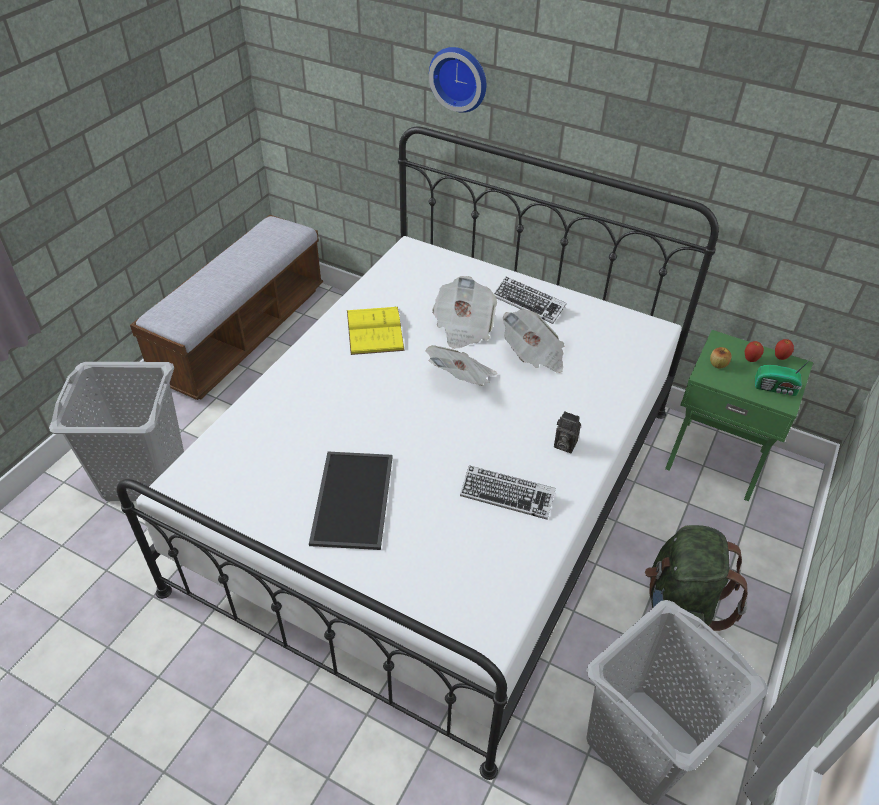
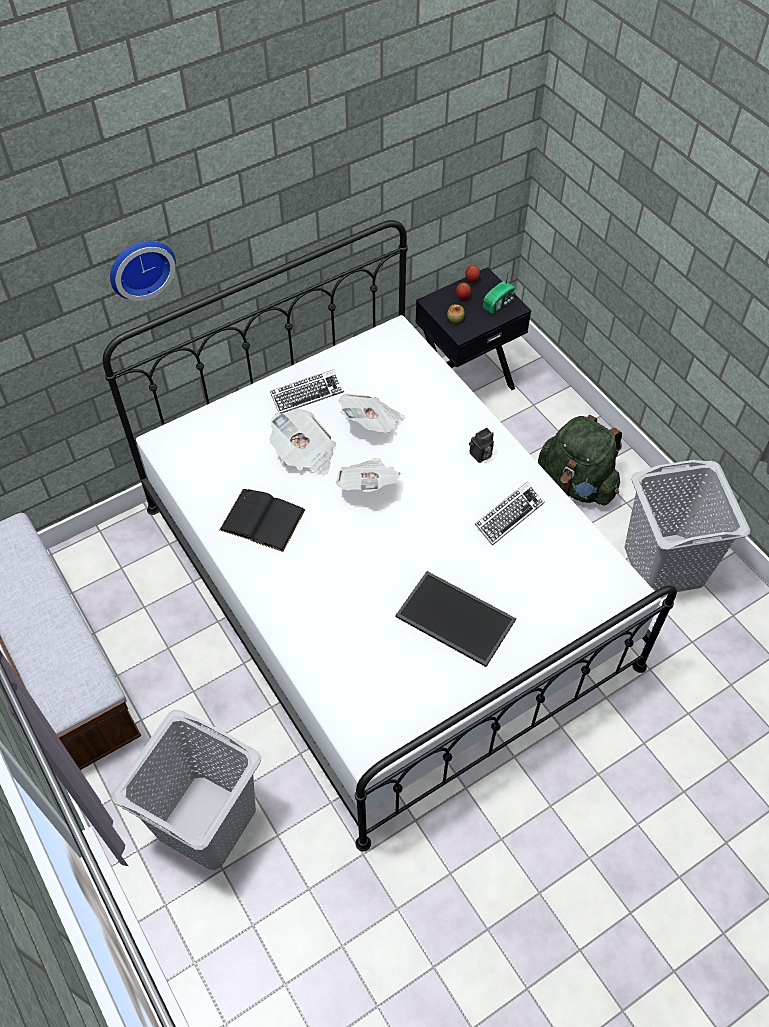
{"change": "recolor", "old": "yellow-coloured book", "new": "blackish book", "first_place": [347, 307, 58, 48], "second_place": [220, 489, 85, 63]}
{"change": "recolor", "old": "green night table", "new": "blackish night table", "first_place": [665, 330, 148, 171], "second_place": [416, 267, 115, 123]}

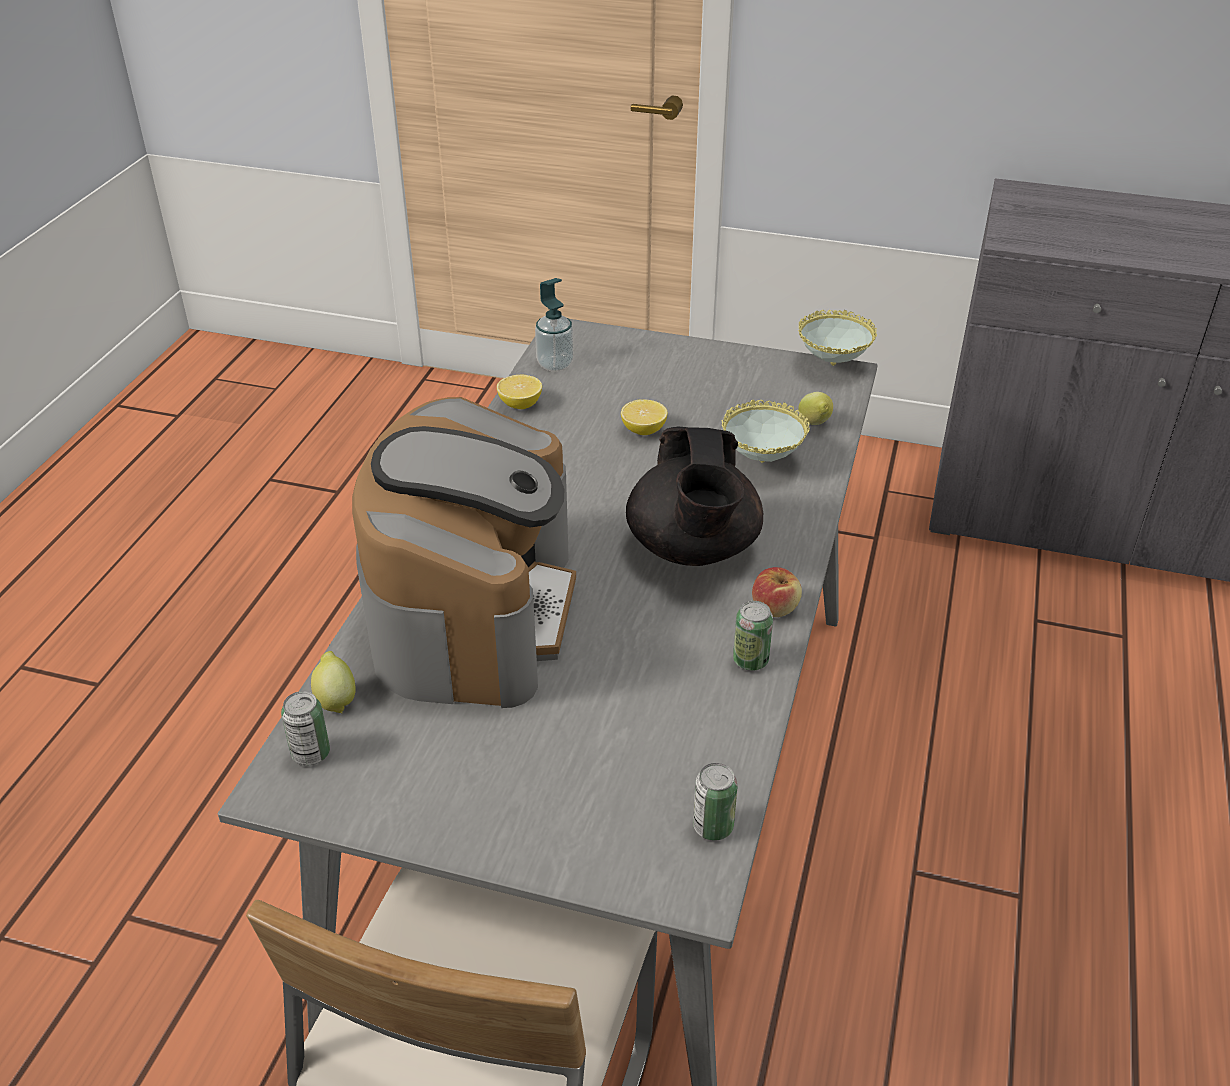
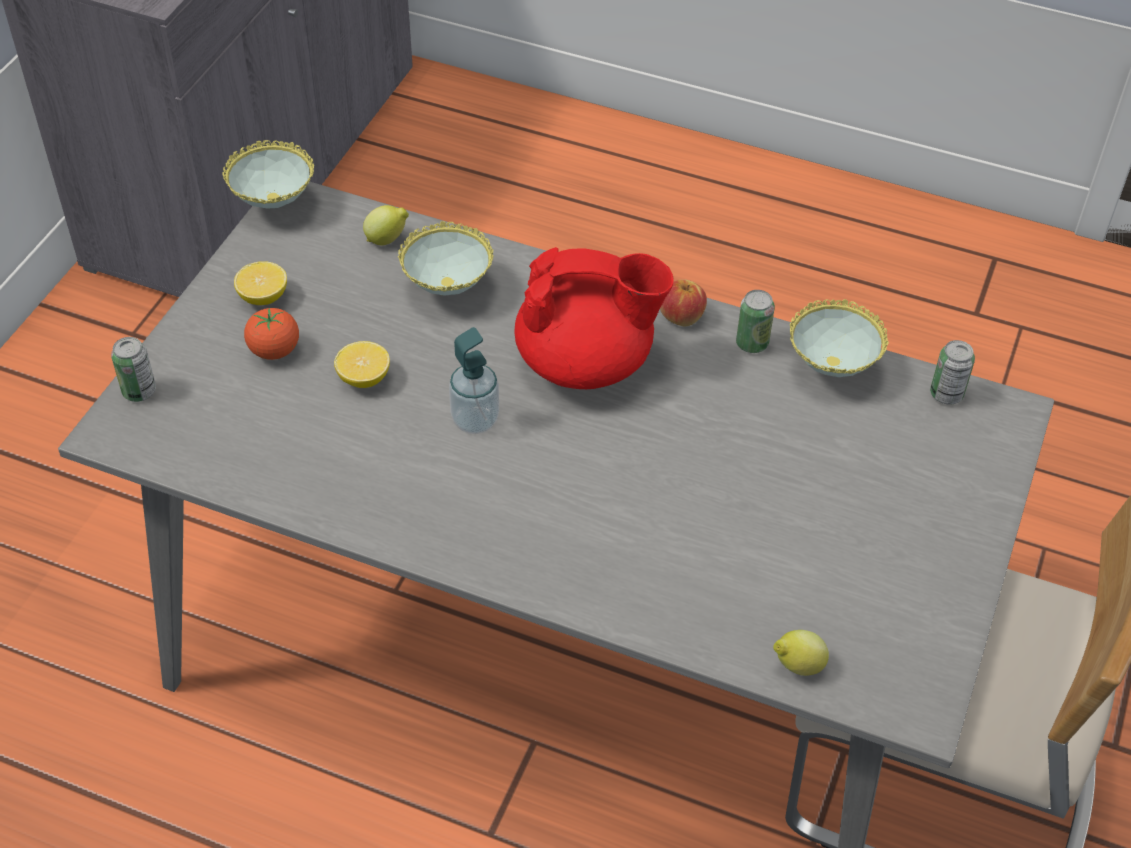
{"change": "move", "old": "can", "first_place": [281, 691, 49, 75], "second_place": [111, 337, 45, 65]}
{"change": "move", "old": "whole lemon", "first_place": [497, 375, 45, 34], "second_place": [234, 261, 53, 44]}
{"change": "insert", "new": "fresh tomato", "second_place": [244, 308, 55, 52]}
{"change": "move", "old": "soap dispenser", "first_place": [535, 278, 39, 94], "second_place": [449, 327, 50, 107]}
{"change": "recolor", "old": "blackish teapot", "new": "reddish teapot", "first_place": [626, 427, 137, 139], "second_place": [514, 247, 159, 142]}
{"change": "insert", "new": "deep dish", "second_place": [790, 299, 99, 78]}
{"change": "delete", "old": "coffee maker", "first_place": [352, 397, 224, 311]}

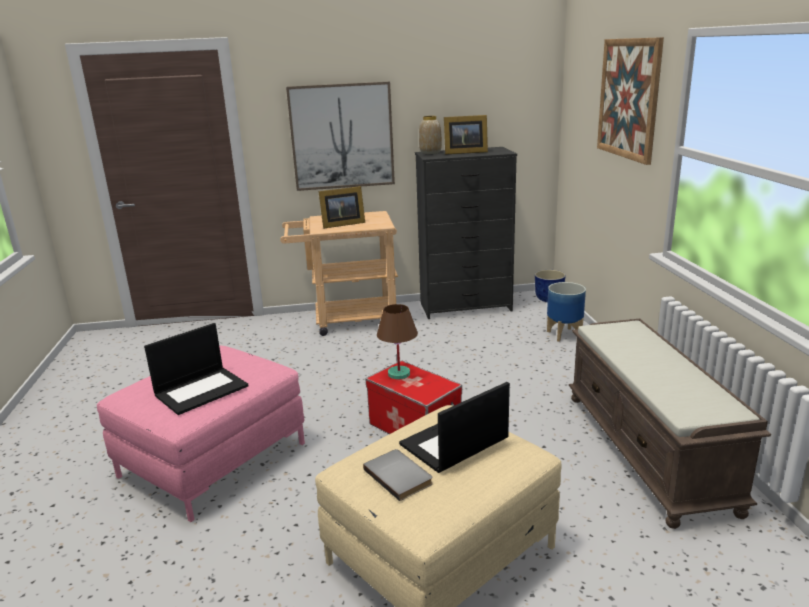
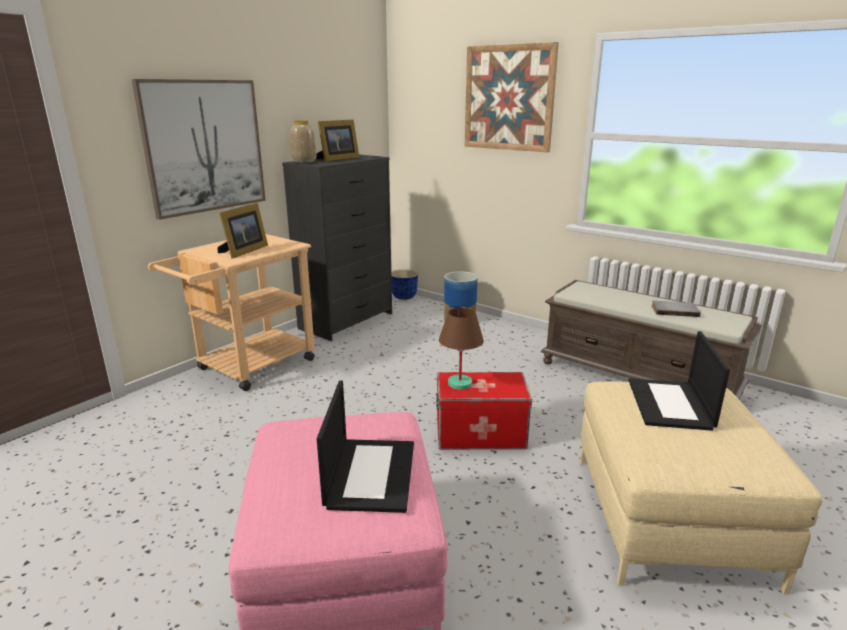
{"change": "move", "old": "grey book", "first_place": [363, 449, 70, 52], "second_place": [651, 301, 50, 16]}

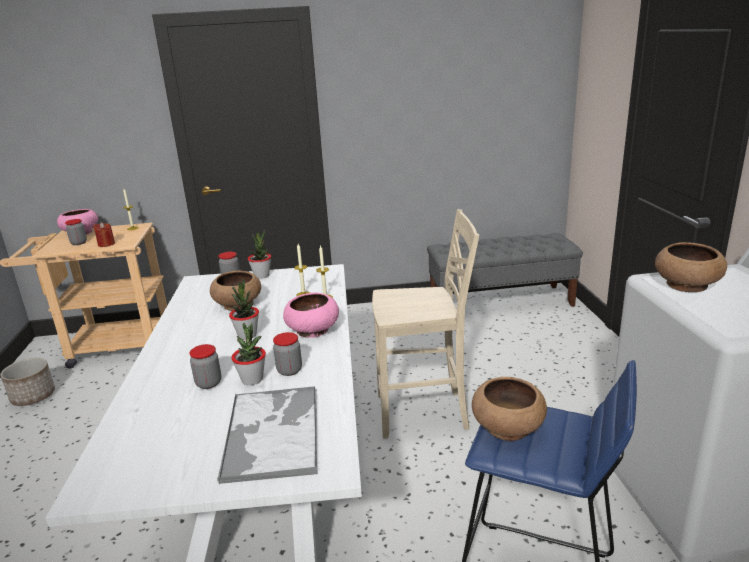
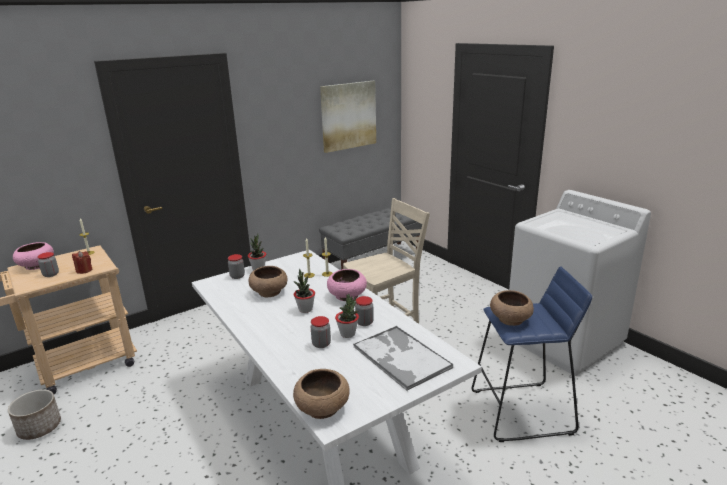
{"change": "move", "old": "brownish deep dish", "first_place": [655, 242, 72, 50], "second_place": [293, 369, 57, 50]}
{"change": "insert", "new": "wall picture", "second_place": [320, 81, 56, 72]}

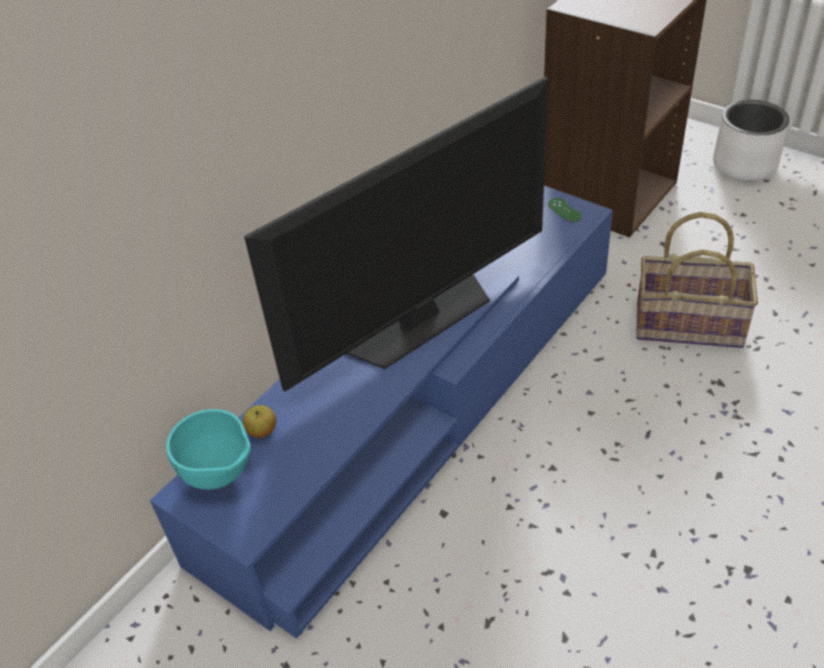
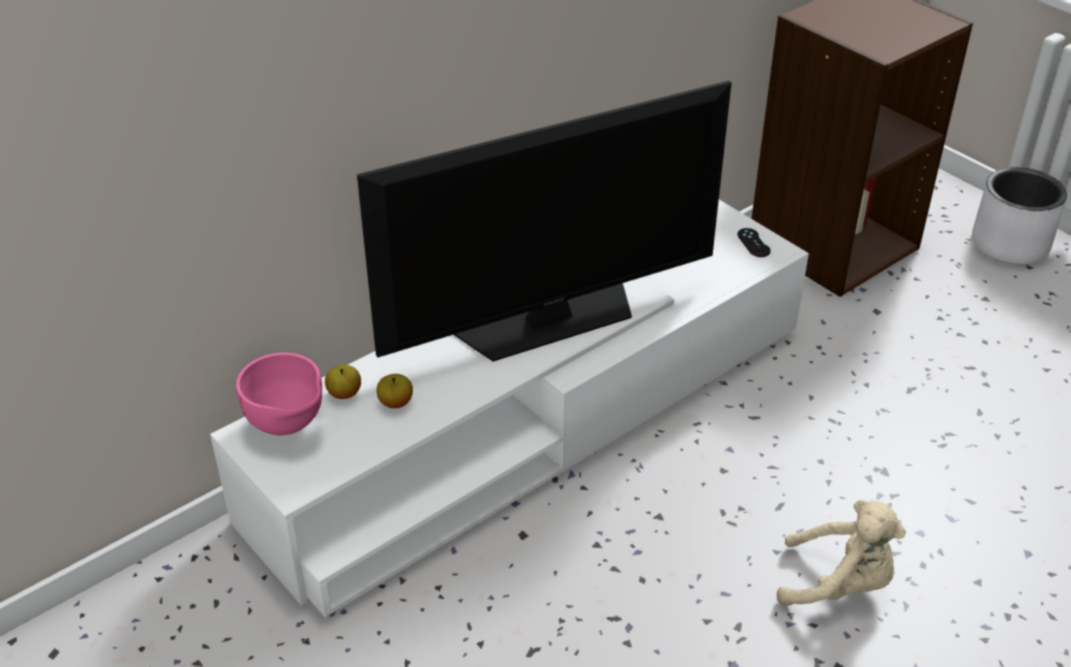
{"change": "recolor", "old": "bluish tv unit", "new": "white tv unit", "first_place": [150, 186, 463, 452], "second_place": [210, 200, 599, 417]}
{"change": "recolor", "old": "blue-green deep dish", "new": "pink-coloured deep dish", "first_place": [166, 409, 85, 81], "second_place": [236, 353, 86, 82]}
{"change": "insert", "new": "apple fruit", "second_place": [376, 374, 37, 34]}
{"change": "recolor", "old": "green game controller", "new": "blackish game controller", "first_place": [548, 198, 34, 24], "second_place": [737, 228, 34, 29]}
{"change": "insert", "new": "sand-coloured cuddly toy", "second_place": [777, 500, 129, 106]}
{"change": "delete", "old": "basket", "first_place": [636, 212, 122, 136]}

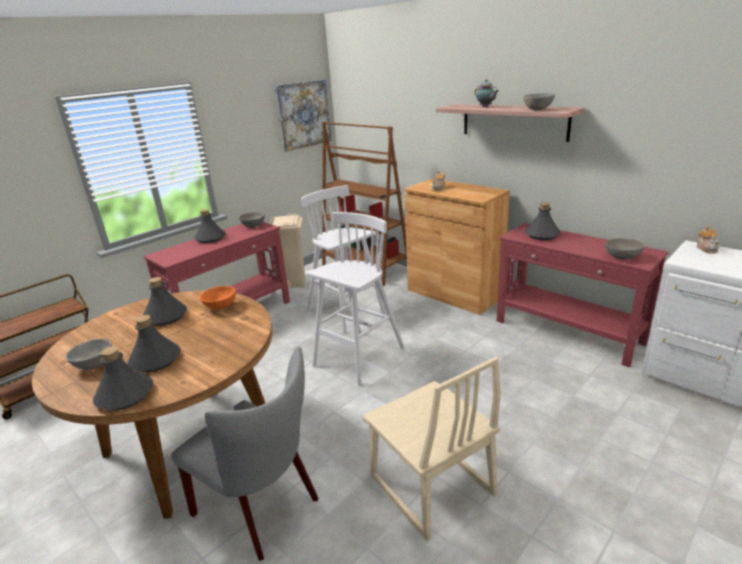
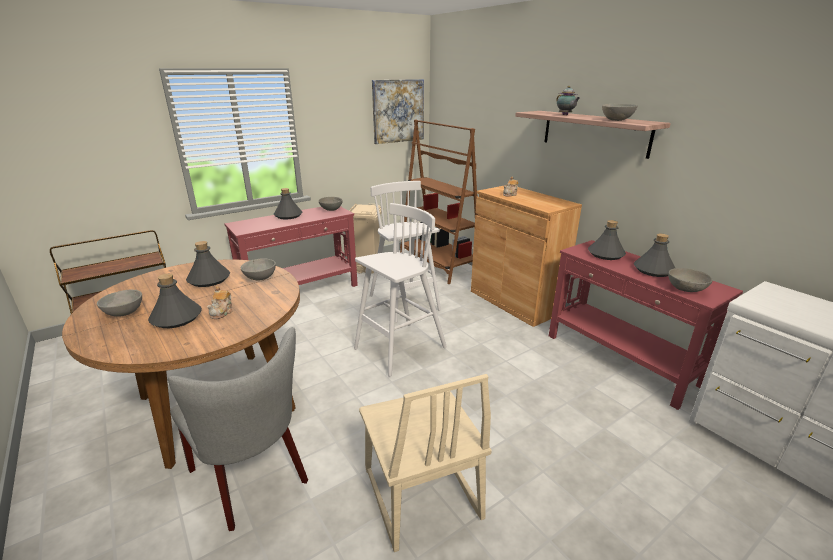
{"change": "move", "old": "teapot", "first_place": [697, 226, 23, 28], "second_place": [207, 286, 26, 33]}
{"change": "recolor", "old": "orangey deep dish", "new": "grey deep dish", "first_place": [200, 286, 36, 24], "second_place": [240, 259, 36, 22]}
{"change": "move", "old": "grey beverage bottle", "first_place": [93, 346, 60, 64], "second_place": [634, 234, 41, 43]}

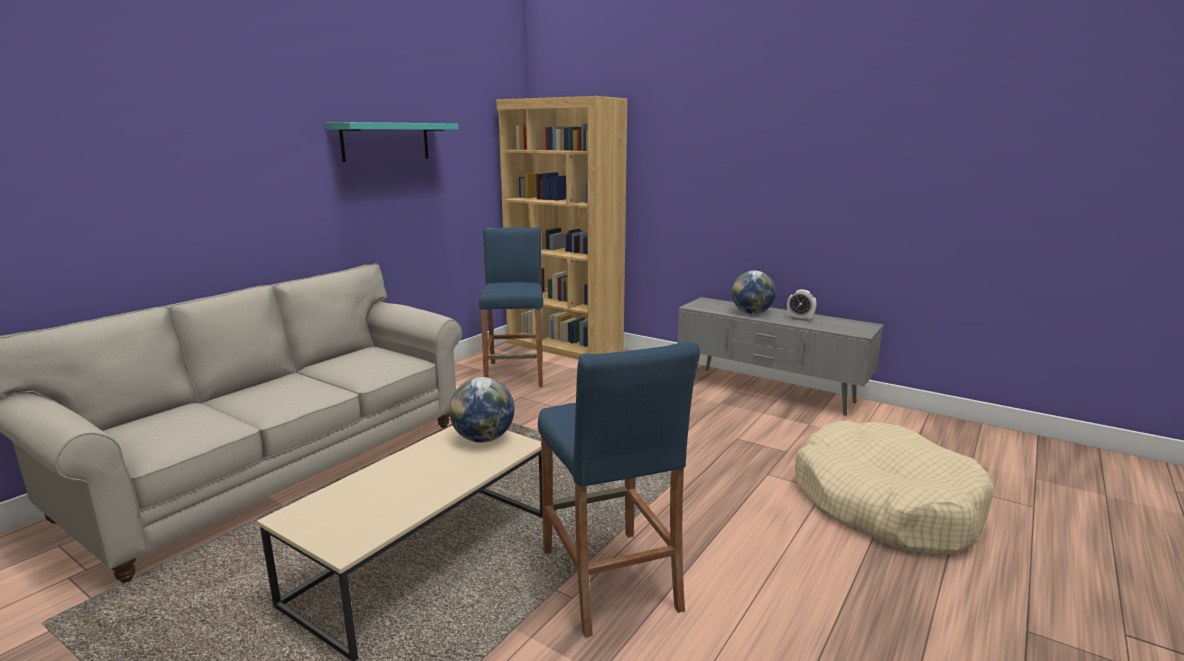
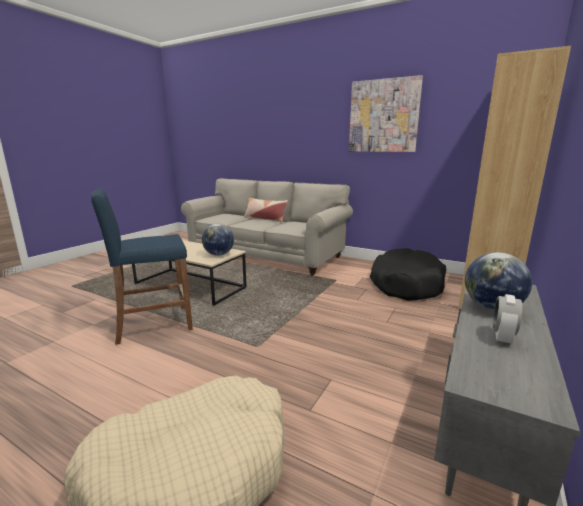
{"change": "insert", "new": "cushion", "second_place": [244, 198, 44, 24]}
{"change": "replace", "old": "blue-green wall shelf", "new": "wall picture", "first_place": [326, 122, 132, 40], "second_place": [349, 75, 74, 77]}
{"change": "replace", "old": "bluish stool", "new": "blackish dog bed", "first_place": [479, 227, 65, 160], "second_place": [370, 248, 76, 53]}

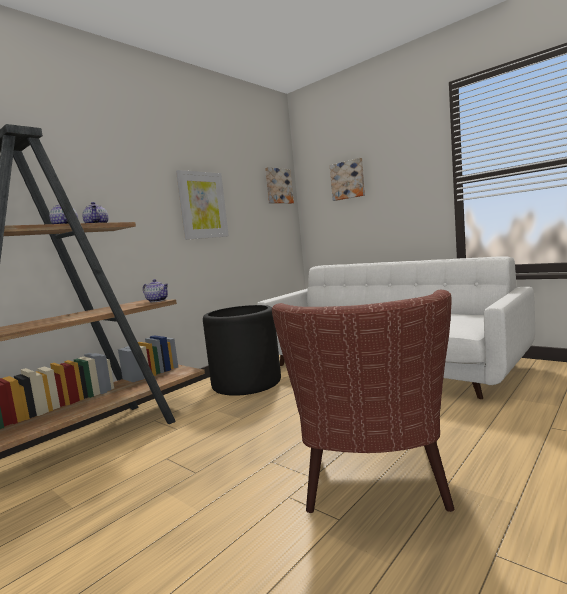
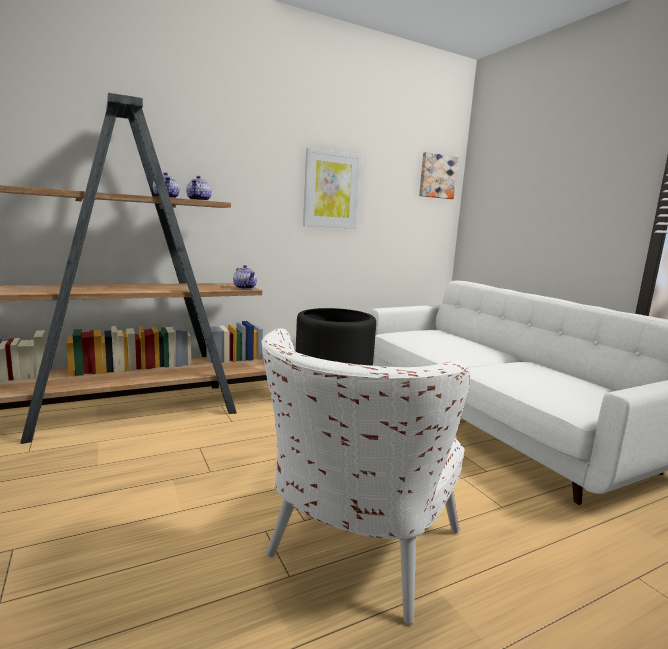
{"change": "recolor", "old": "brownish armchair", "new": "white armchair", "first_place": [272, 290, 183, 223], "second_place": [262, 328, 209, 296]}
{"change": "delete", "old": "wall picture", "first_place": [330, 158, 35, 43]}

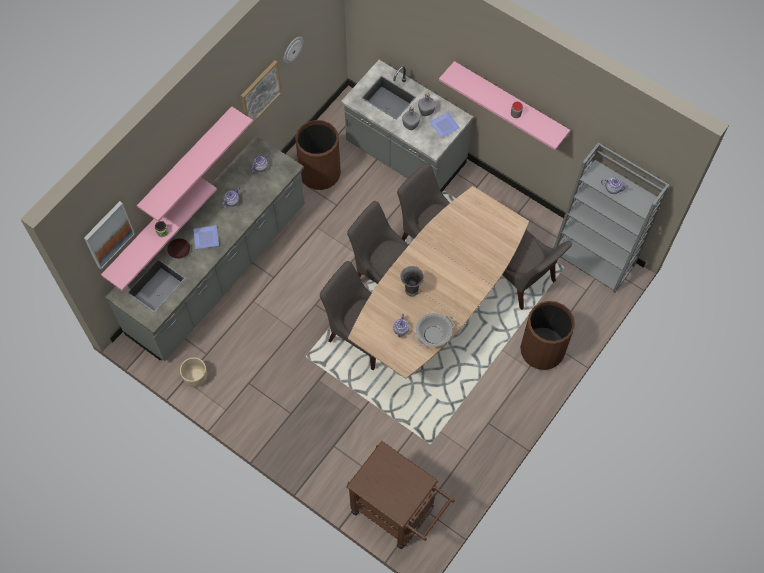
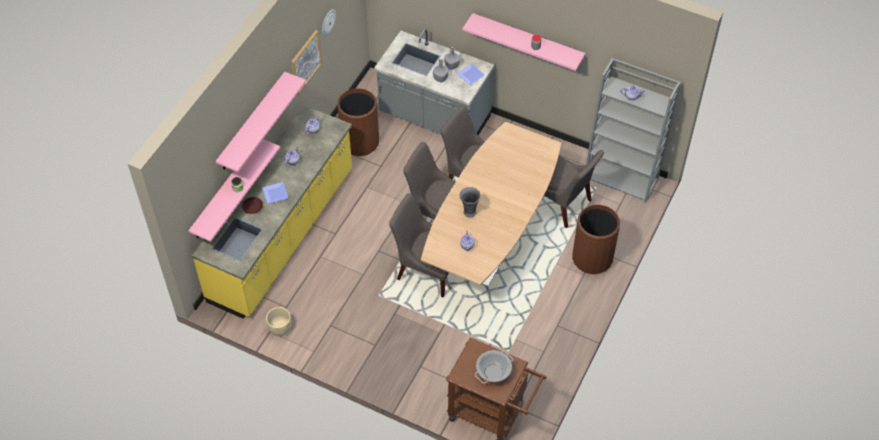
{"change": "recolor", "old": "grey counter", "new": "yellow-coloured counter", "first_place": [105, 136, 200, 225], "second_place": [192, 105, 160, 214]}
{"change": "move", "old": "saucepot", "first_place": [413, 313, 42, 33], "second_place": [475, 350, 38, 34]}
{"change": "delete", "old": "wall picture", "first_place": [84, 201, 51, 68]}

